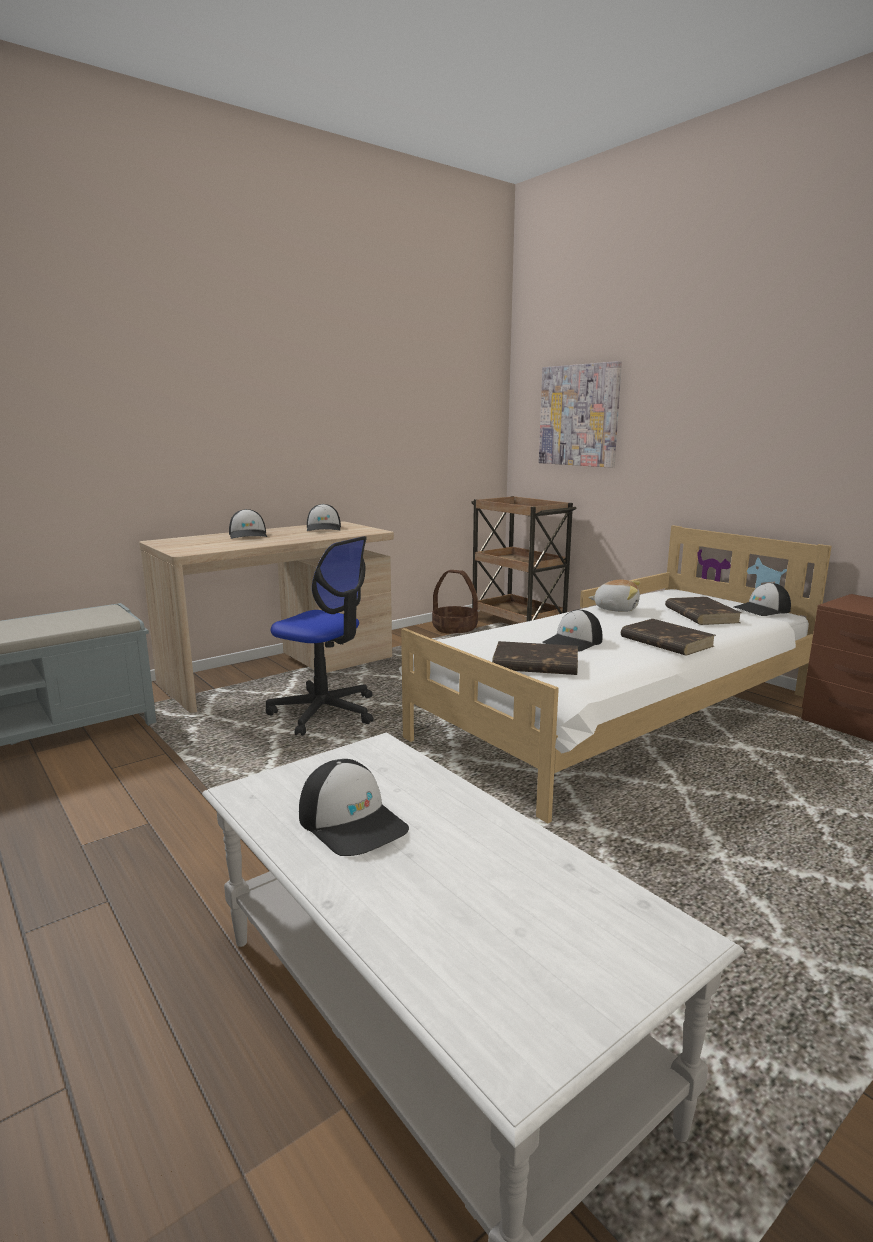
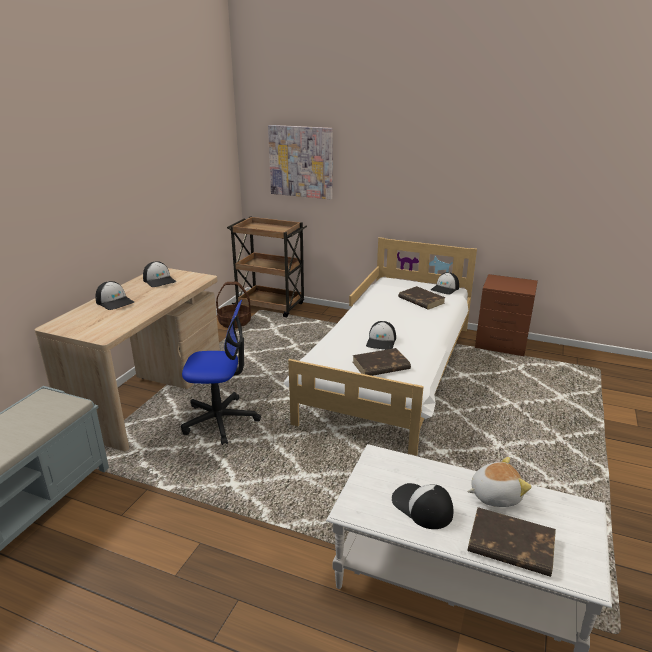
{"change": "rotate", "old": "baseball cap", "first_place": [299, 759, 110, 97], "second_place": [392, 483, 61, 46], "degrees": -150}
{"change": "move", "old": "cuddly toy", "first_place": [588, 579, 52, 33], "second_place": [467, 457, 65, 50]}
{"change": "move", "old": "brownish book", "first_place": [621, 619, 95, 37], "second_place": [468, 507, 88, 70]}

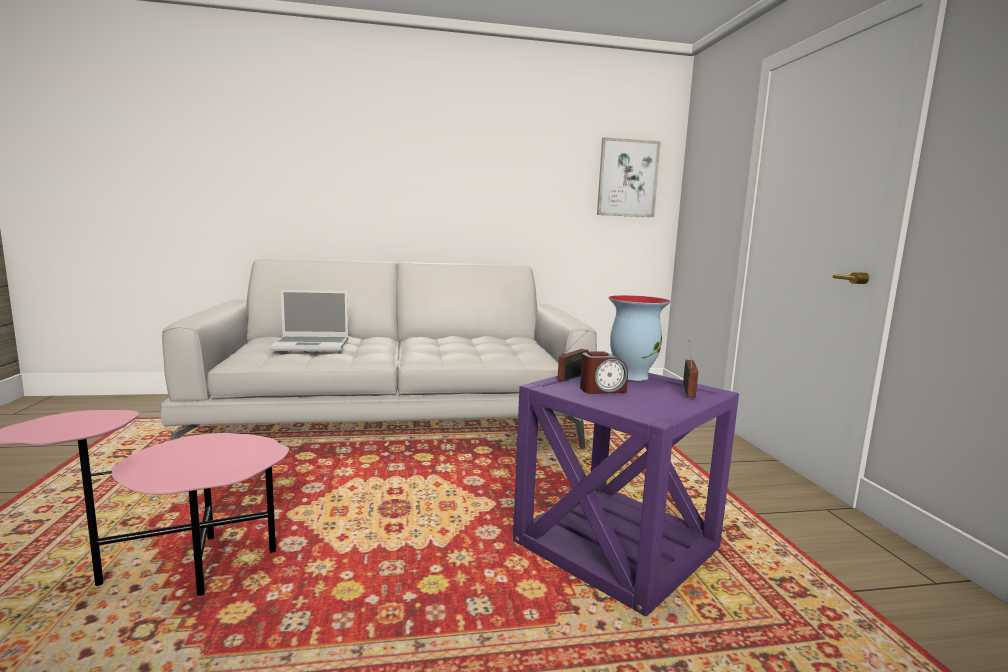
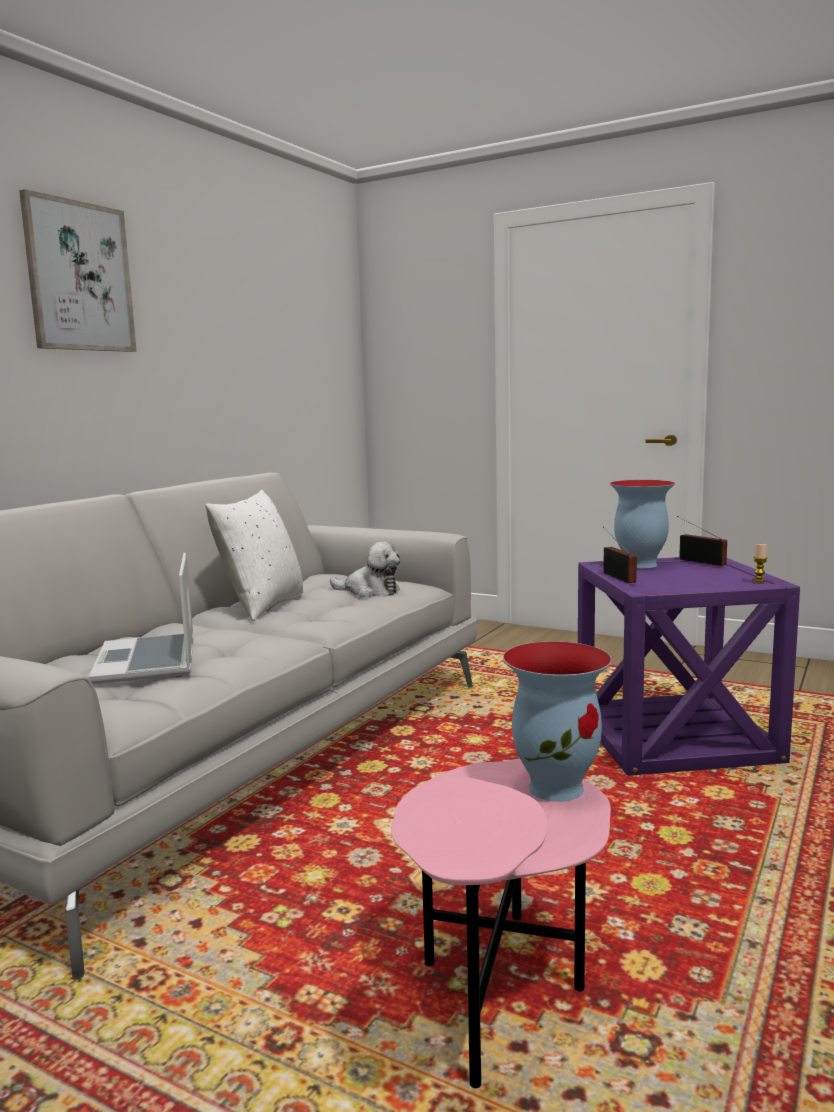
{"change": "move", "old": "wall picture", "first_place": [597, 137, 64, 80], "second_place": [19, 189, 118, 163]}
{"change": "rotate", "old": "notebook computer", "first_place": [270, 290, 78, 61], "second_place": [88, 553, 106, 131], "degrees": 135}
{"change": "insert", "new": "white cushion", "second_place": [205, 490, 98, 131]}
{"change": "insert", "new": "cuddly toy", "second_place": [330, 541, 70, 56]}
{"change": "insert", "new": "flower vase", "second_place": [503, 641, 109, 161]}
{"change": "insert", "new": "wax light", "second_place": [753, 544, 14, 38]}
{"change": "delete", "old": "table clock", "first_place": [580, 351, 48, 43]}

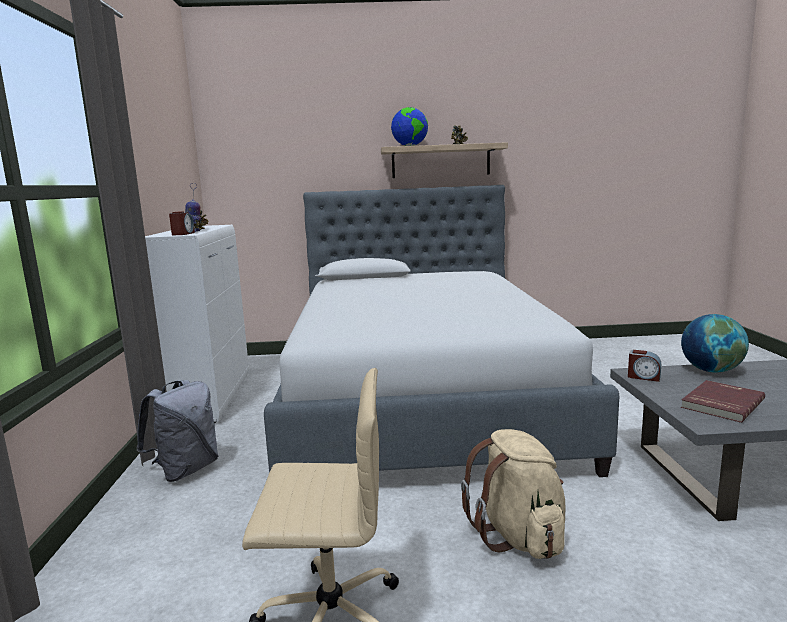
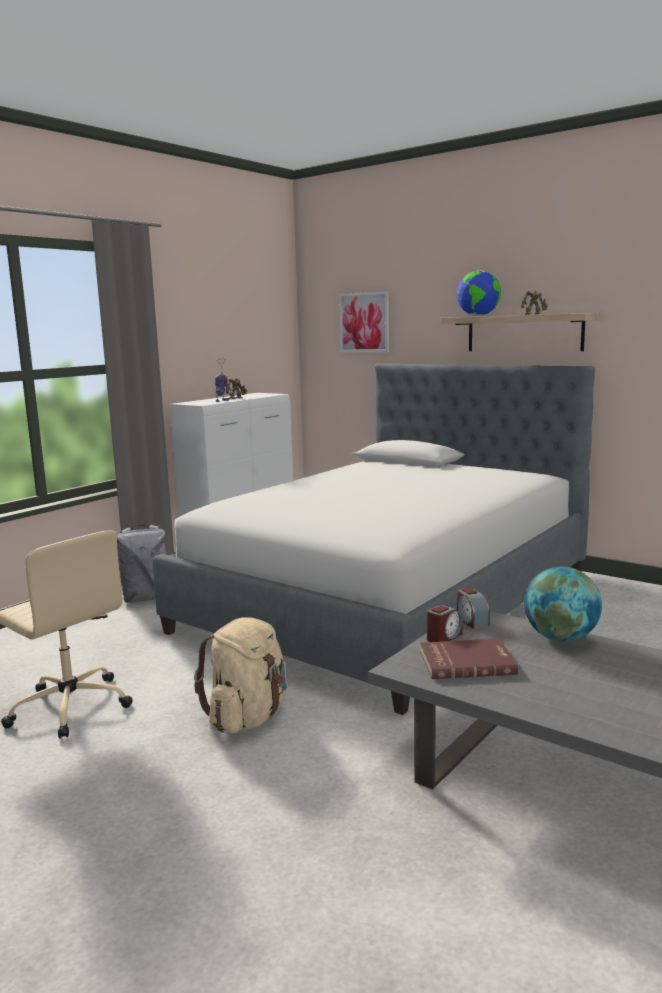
{"change": "insert", "new": "wall picture", "second_place": [339, 291, 50, 61]}
{"change": "move", "old": "table clock", "first_place": [169, 211, 26, 24], "second_place": [427, 605, 36, 37]}

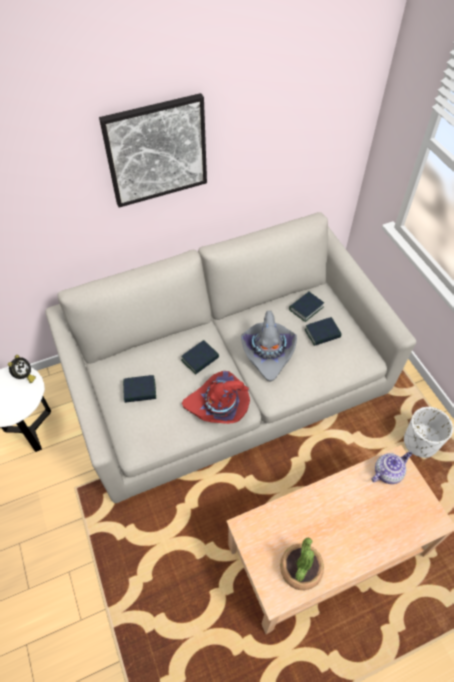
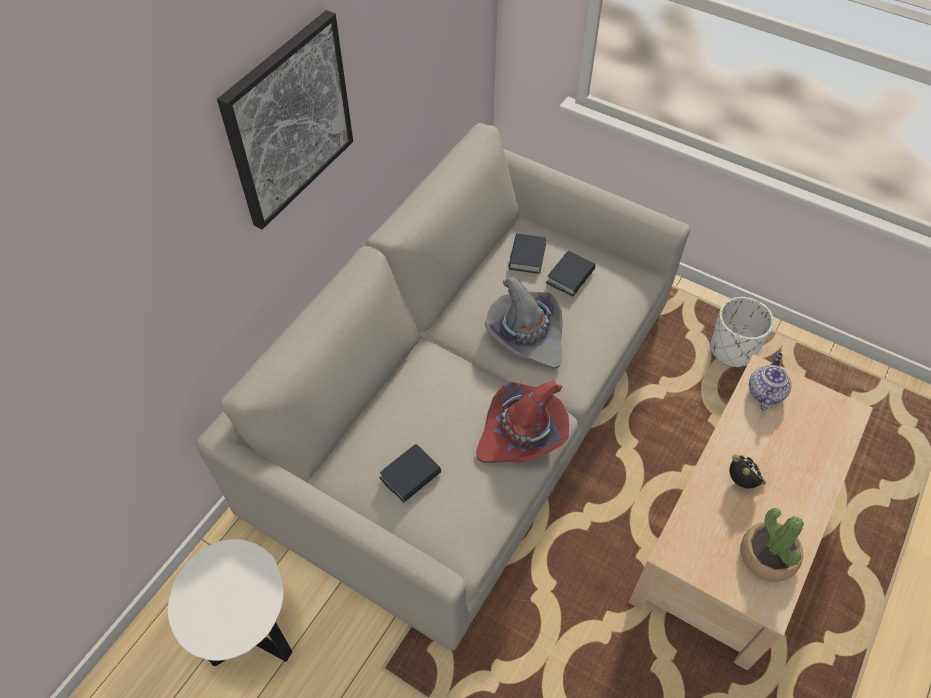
{"change": "move", "old": "table clock", "first_place": [8, 355, 28, 28], "second_place": [730, 454, 37, 35]}
{"change": "delete", "old": "book", "first_place": [181, 340, 38, 34]}

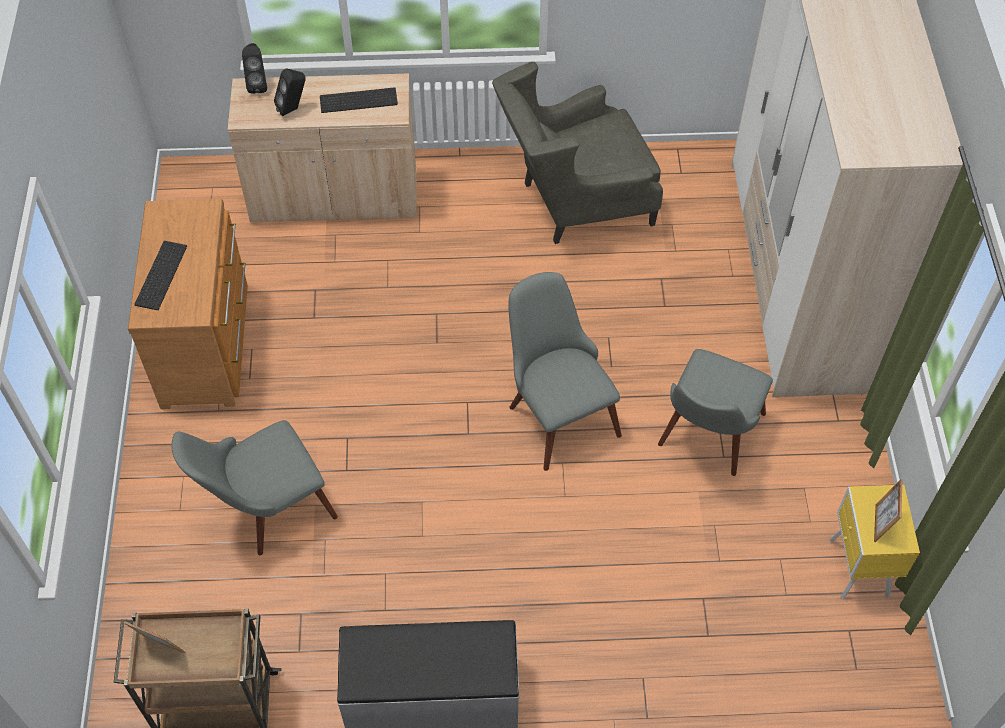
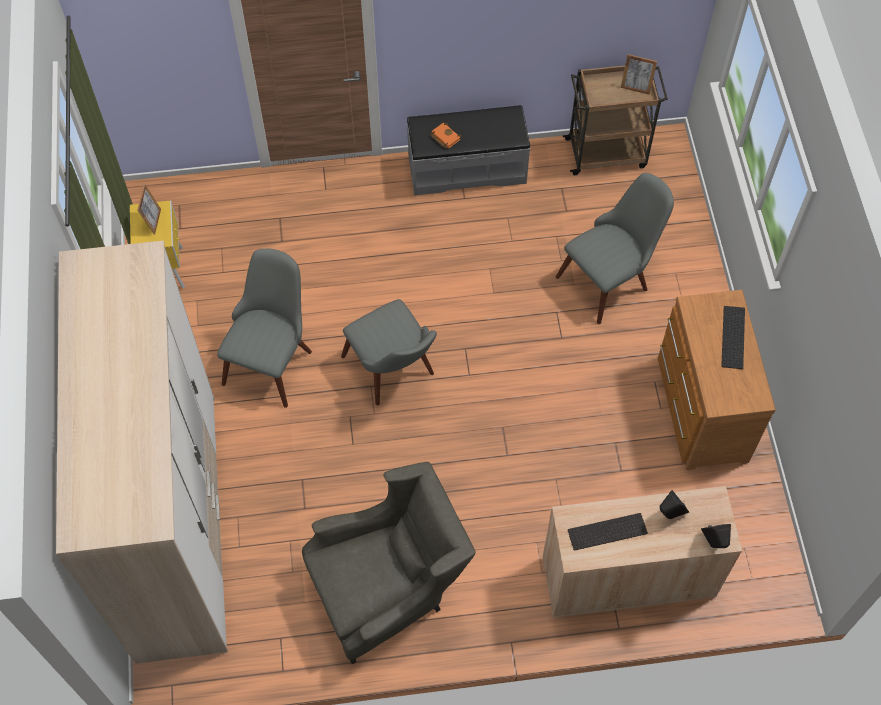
{"change": "insert", "new": "orangey book", "second_place": [430, 122, 32, 27]}

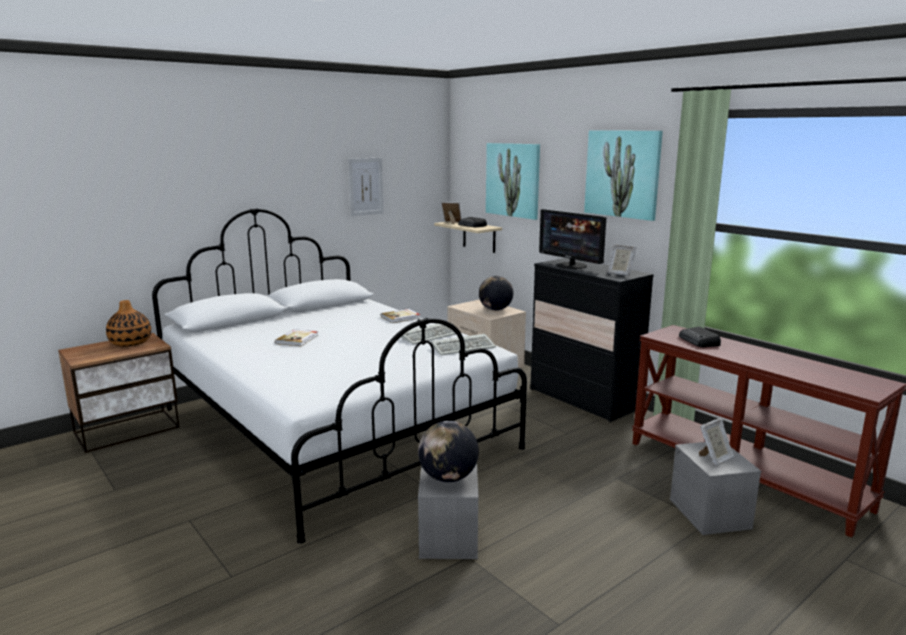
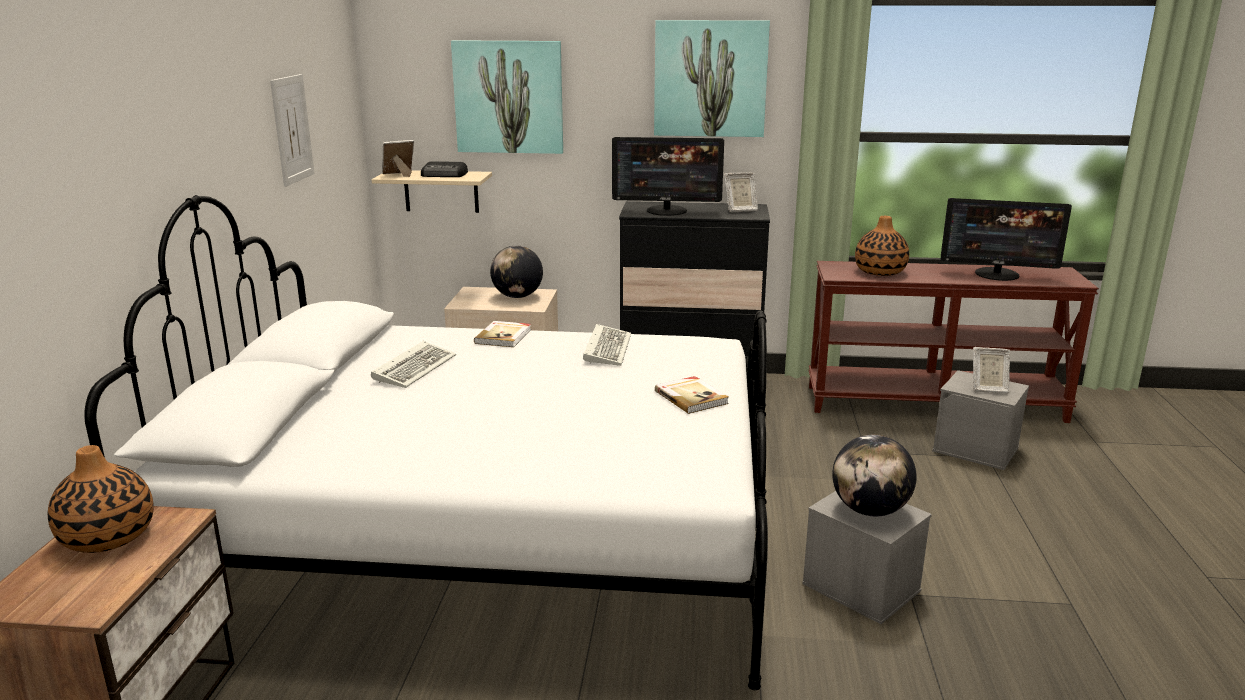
{"change": "move", "old": "keyboard", "first_place": [431, 334, 65, 21], "second_place": [371, 341, 85, 47]}
{"change": "move", "old": "book", "first_place": [275, 329, 43, 17], "second_place": [655, 376, 74, 38]}
{"change": "replace", "old": "radio receiver", "new": "flower vase", "first_place": [679, 327, 42, 20], "second_place": [855, 216, 54, 60]}
{"change": "insert", "new": "monitor", "second_place": [941, 198, 131, 83]}
{"change": "rotate", "old": "standing frame", "first_place": [699, 418, 35, 48], "second_place": [973, 347, 37, 46], "degrees": 90}

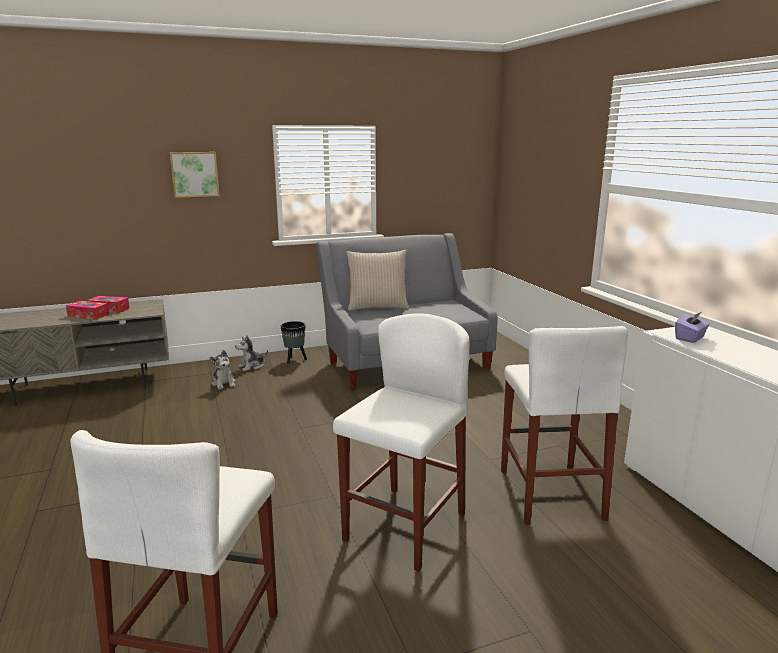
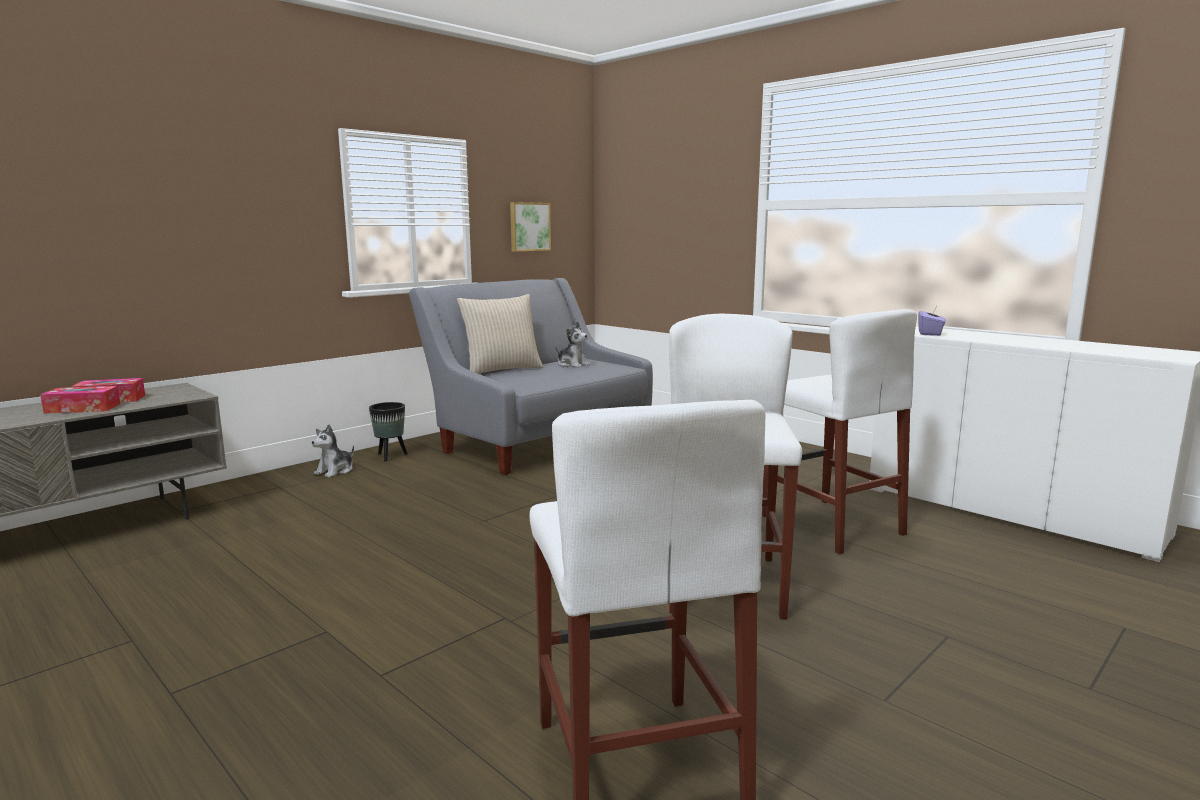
{"change": "move", "old": "wall picture", "first_place": [170, 152, 50, 46], "second_place": [510, 202, 41, 50]}
{"change": "move", "old": "cuddly toy", "first_place": [210, 350, 26, 39], "second_place": [555, 321, 36, 47]}

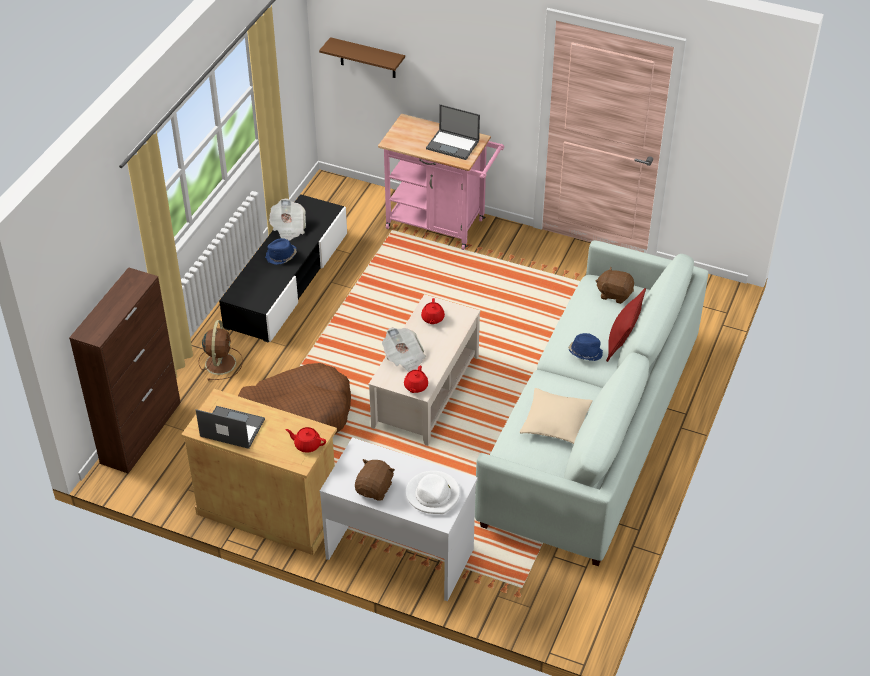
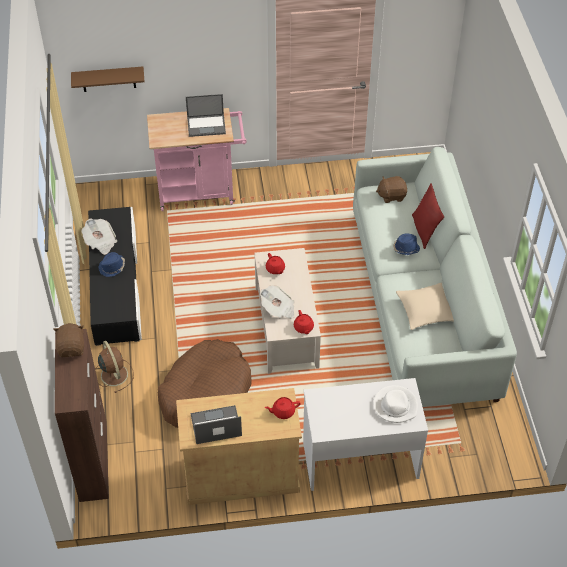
{"change": "move", "old": "brownish cuddly toy", "first_place": [355, 459, 40, 42], "second_place": [53, 323, 31, 34]}

